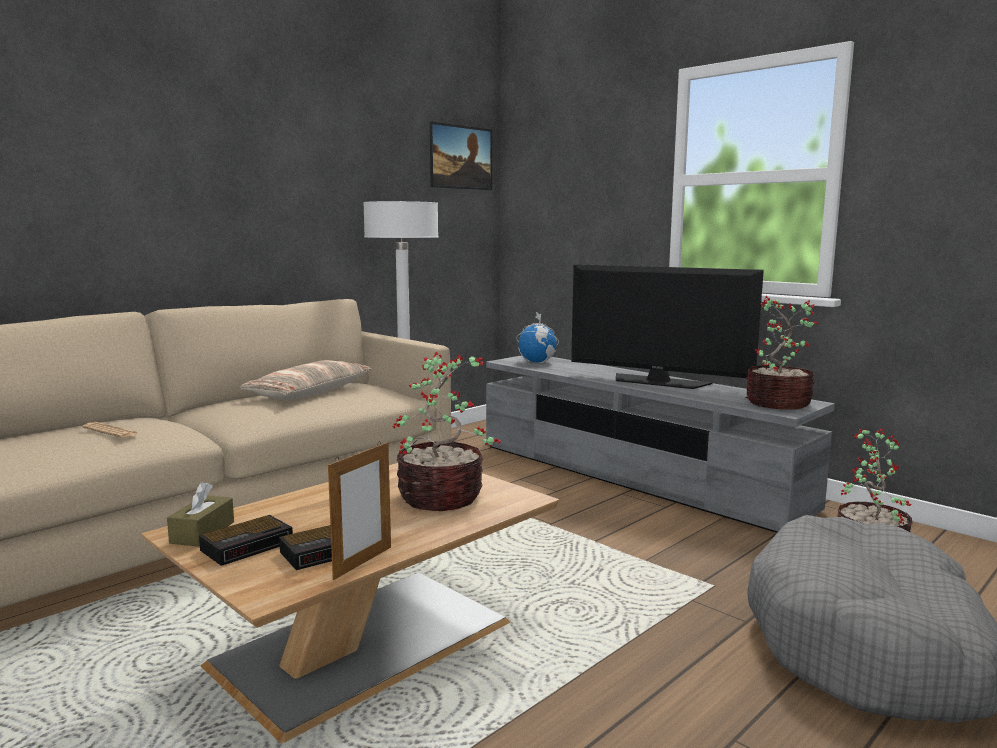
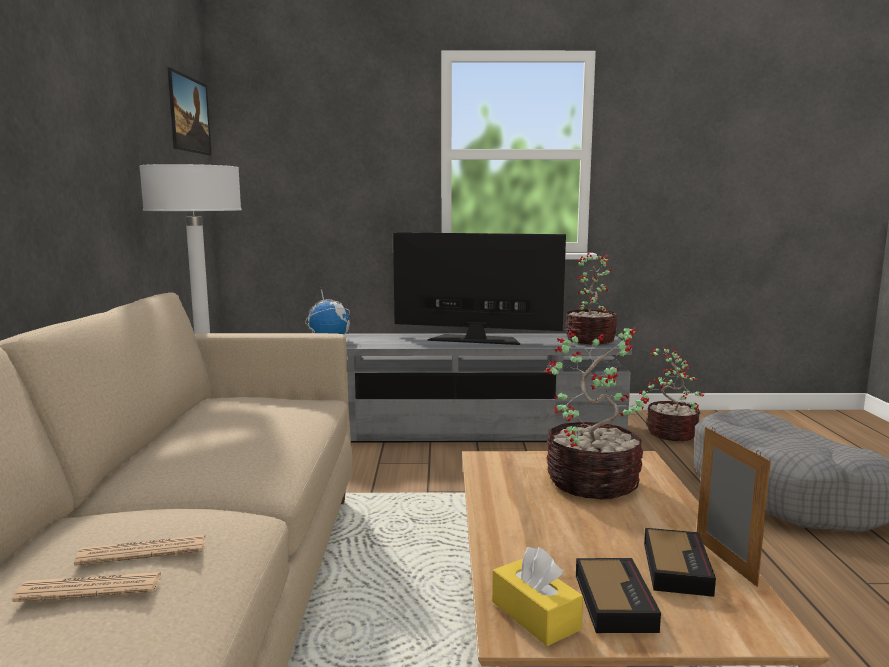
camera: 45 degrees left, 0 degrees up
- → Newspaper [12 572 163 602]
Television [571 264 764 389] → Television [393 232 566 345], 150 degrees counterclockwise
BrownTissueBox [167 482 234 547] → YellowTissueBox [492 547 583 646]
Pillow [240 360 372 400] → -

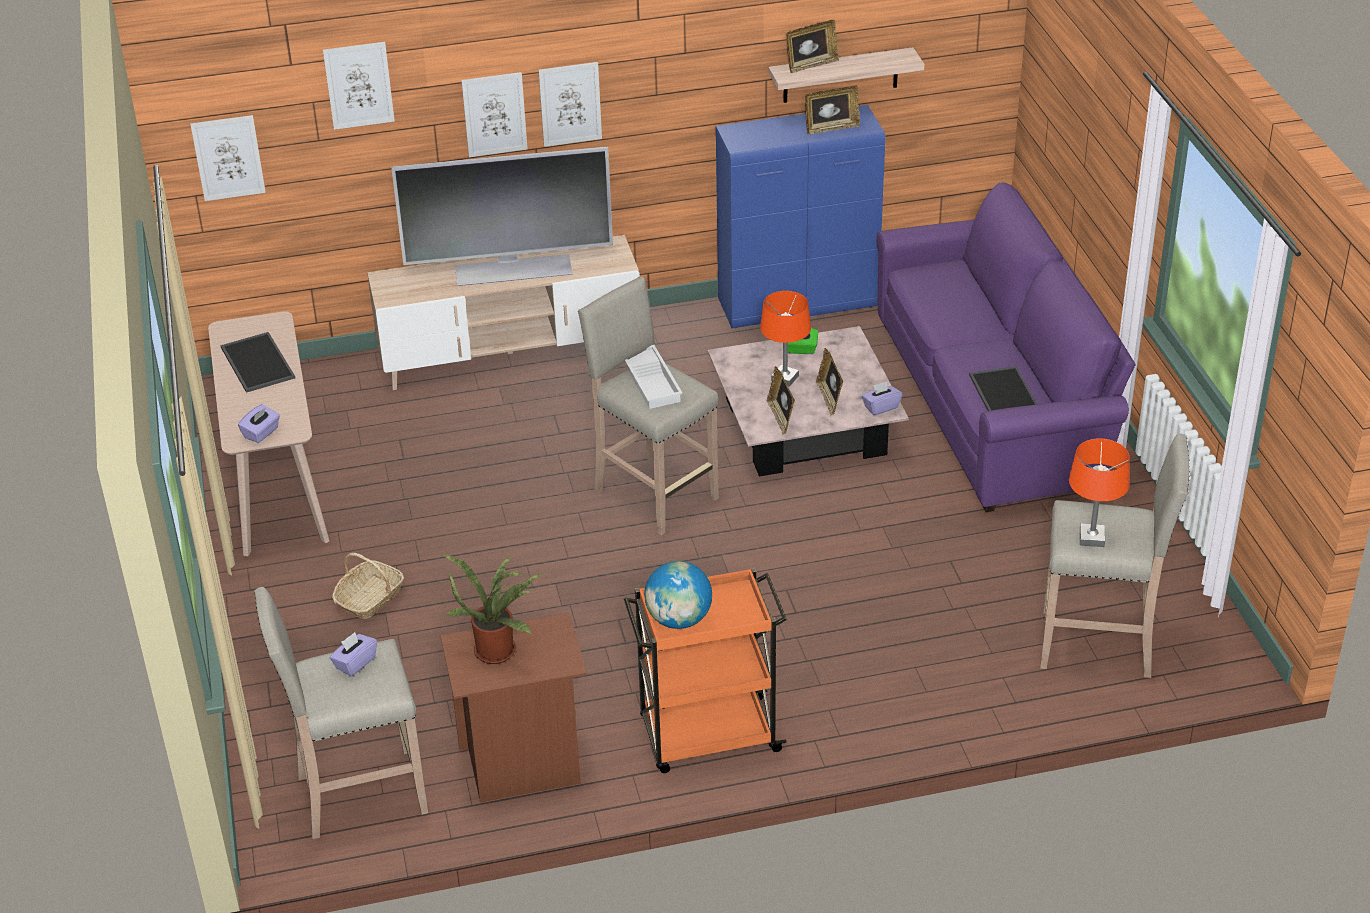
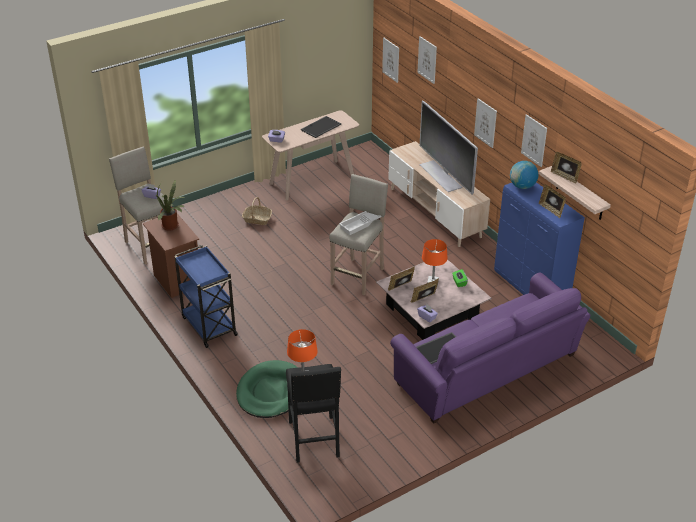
camera: 70 degrees right, 0 degrees up
OrangeCart [624 568 787 773] → BlueCart [175 245 238 348]
- → GreenDogBed [236 360 298 418]
BeigeStool [1040 433 1190 678] → BlackStool [286 364 341 463]
Globe [644 561 712 629] → Globe [510 161 538 189], move
Picture [461 72 528 157] → Picture [521 114 547 167], move

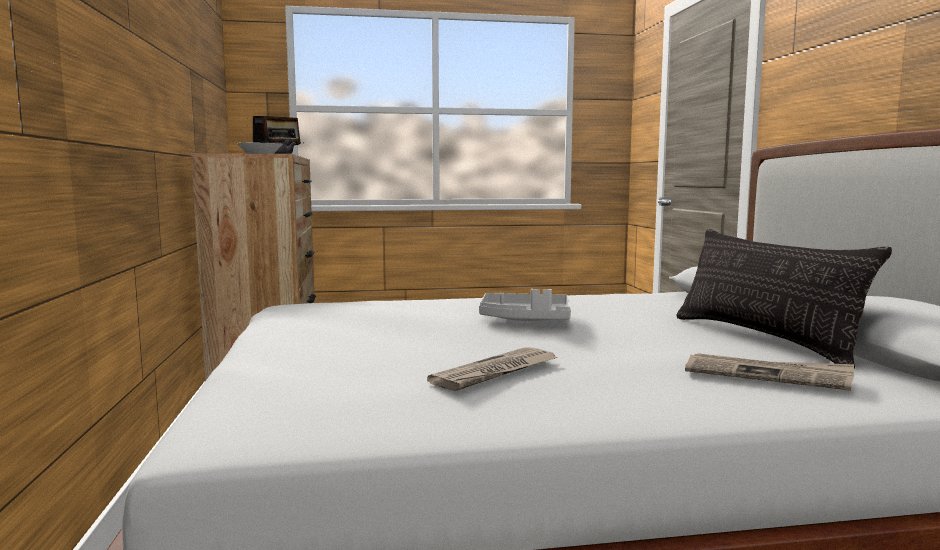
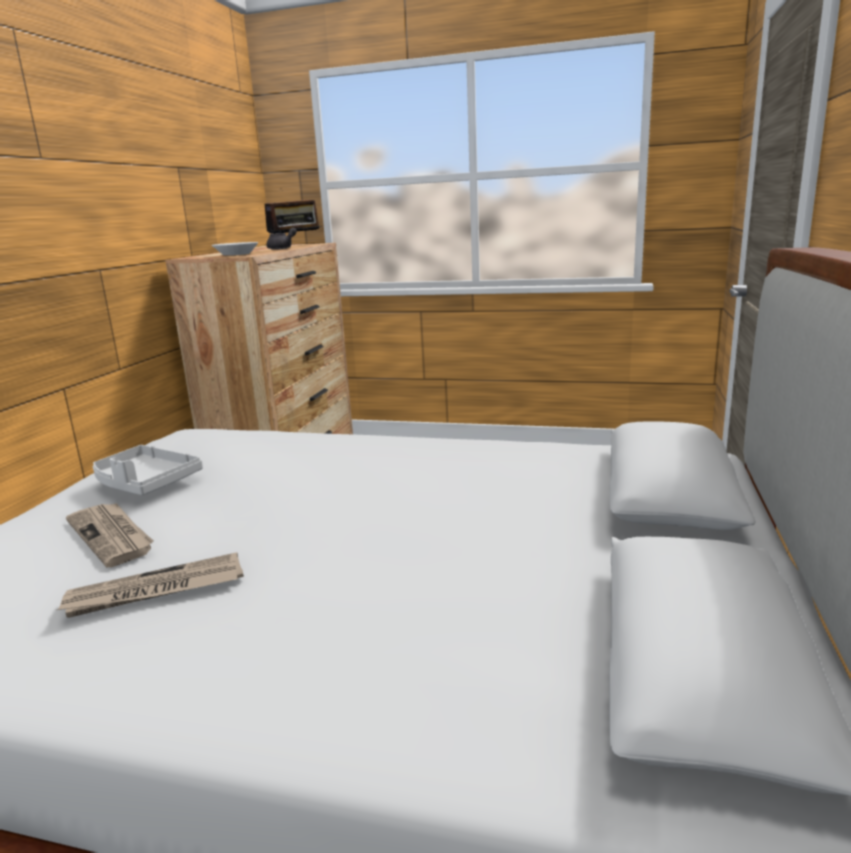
camera: 25 degrees right, 10 degrees up
Newspaper [685 353 854 391] → Newspaper [66 503 153 567], move
GreyTray [479 289 571 321] → GreyTray [93 445 203 495], move
Pillow [676 229 892 368] → -

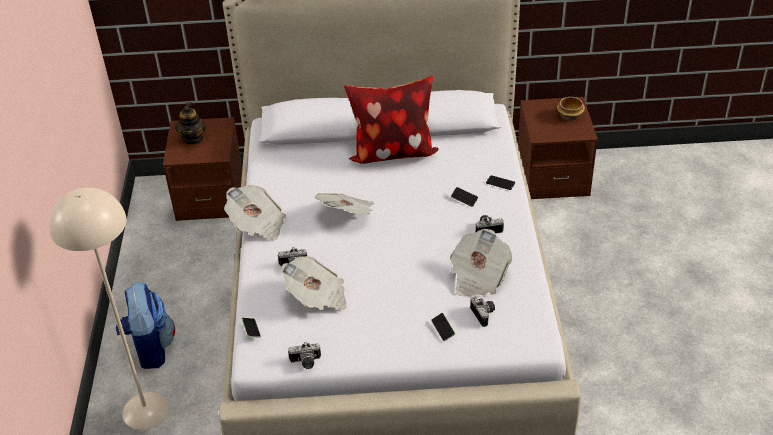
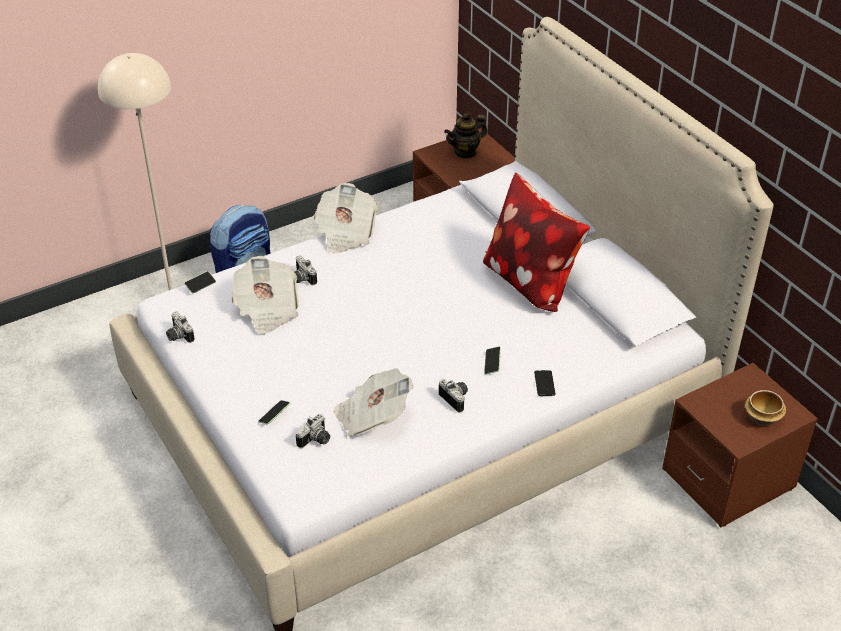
camera: 60 degrees right, 0 degrees up
Newspaper [315 193 374 214] → -

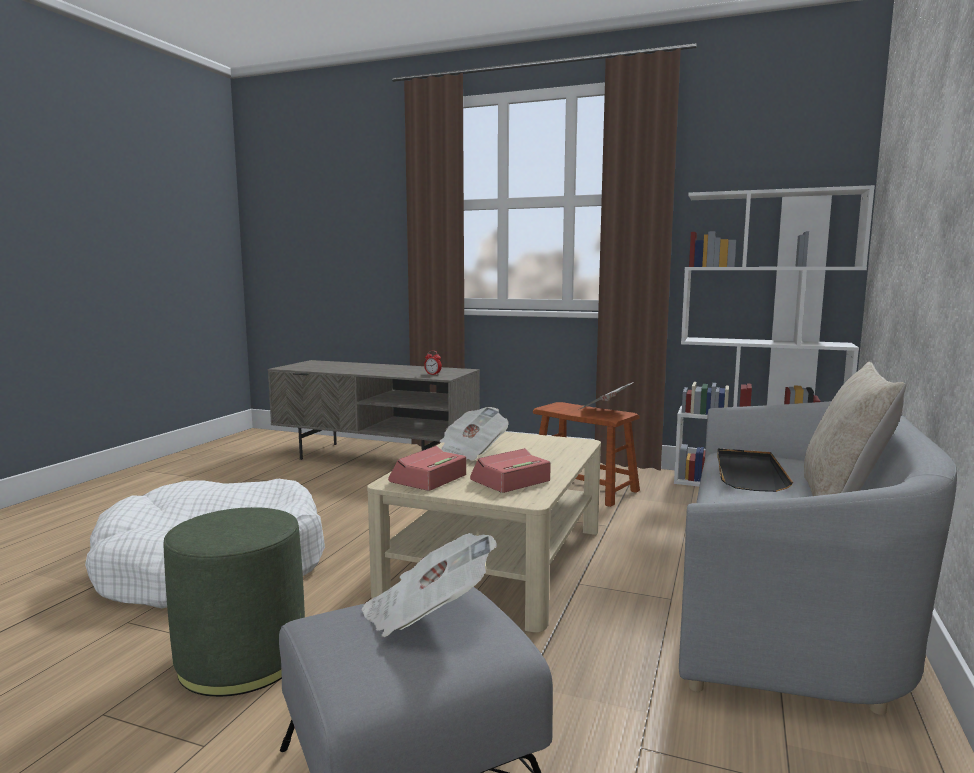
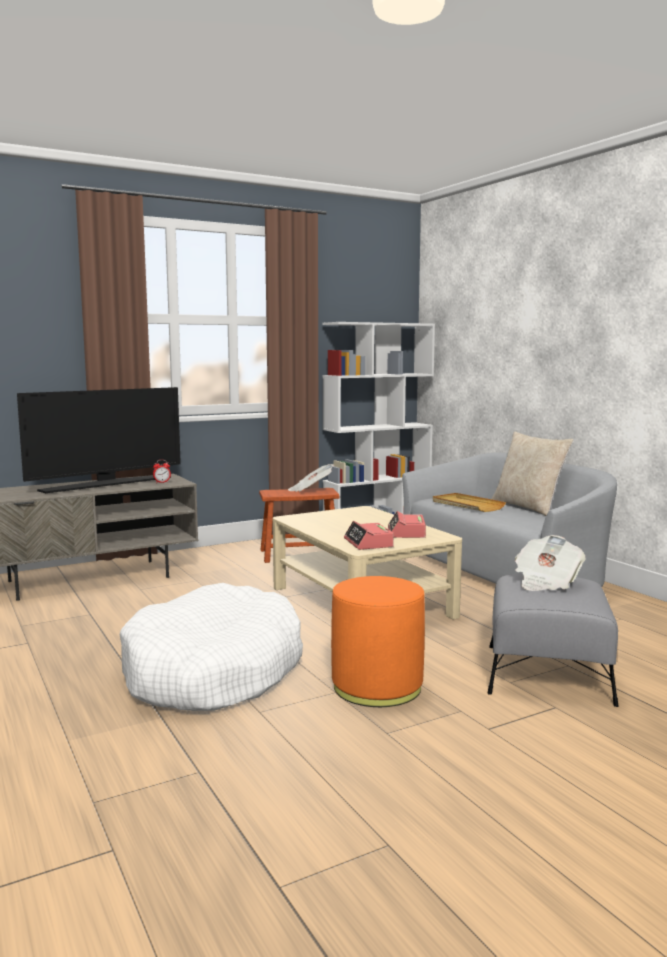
camera: 50 degrees left, 0 degrees up
- → Television [17 387 181 493]
GreenOttoman [163 507 305 697] → OrangeOttoman [331 576 425 707]
BlackTray [717 448 793 492] → BeigeTray [433 493 506 512]
Newspaper [439 407 508 461] → -

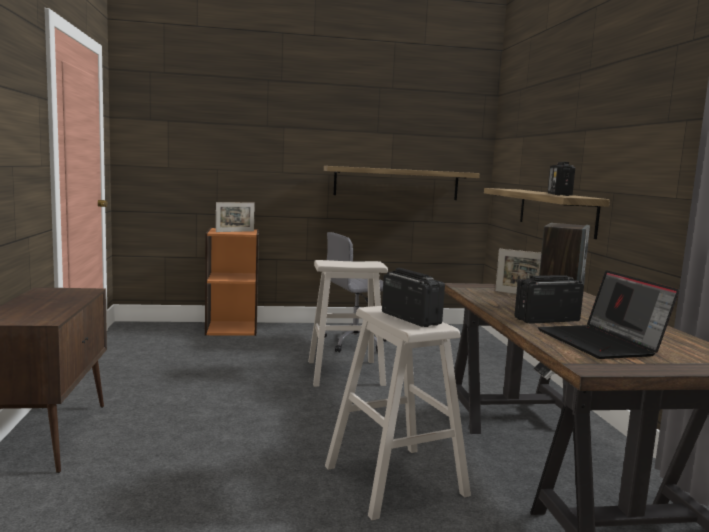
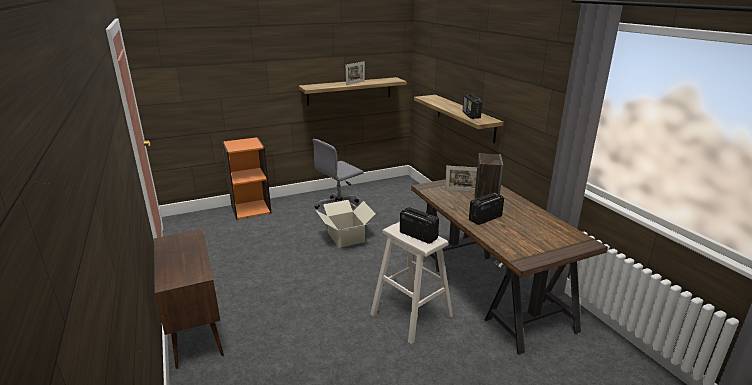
camera: 15 degrees left, 15 degrees up
BeigeStool [308 260 388 387] → CardboardBox [316 200 376 248]
PictureFrame [216 202 255 232] → PictureFrame [346 61 365 85], move
Laptop [538 270 679 359] → -

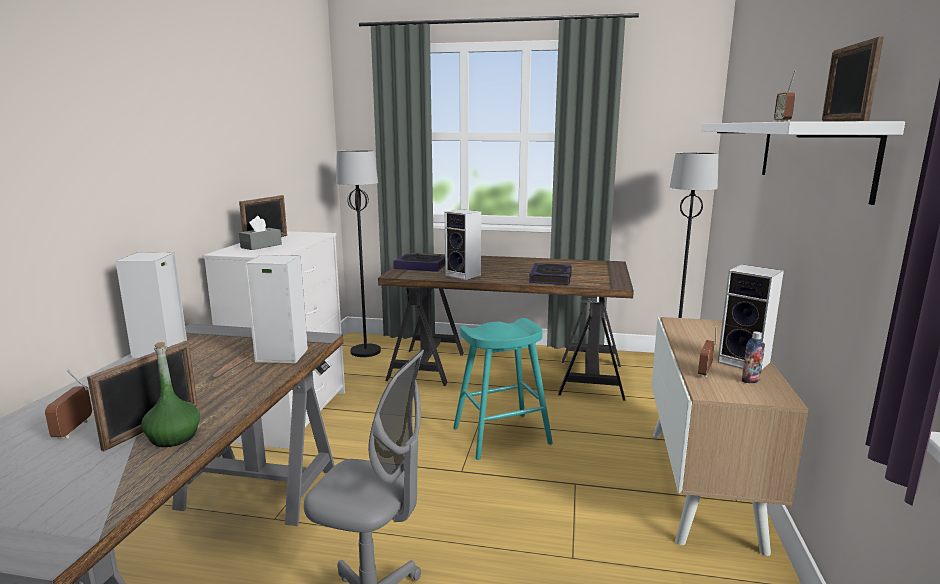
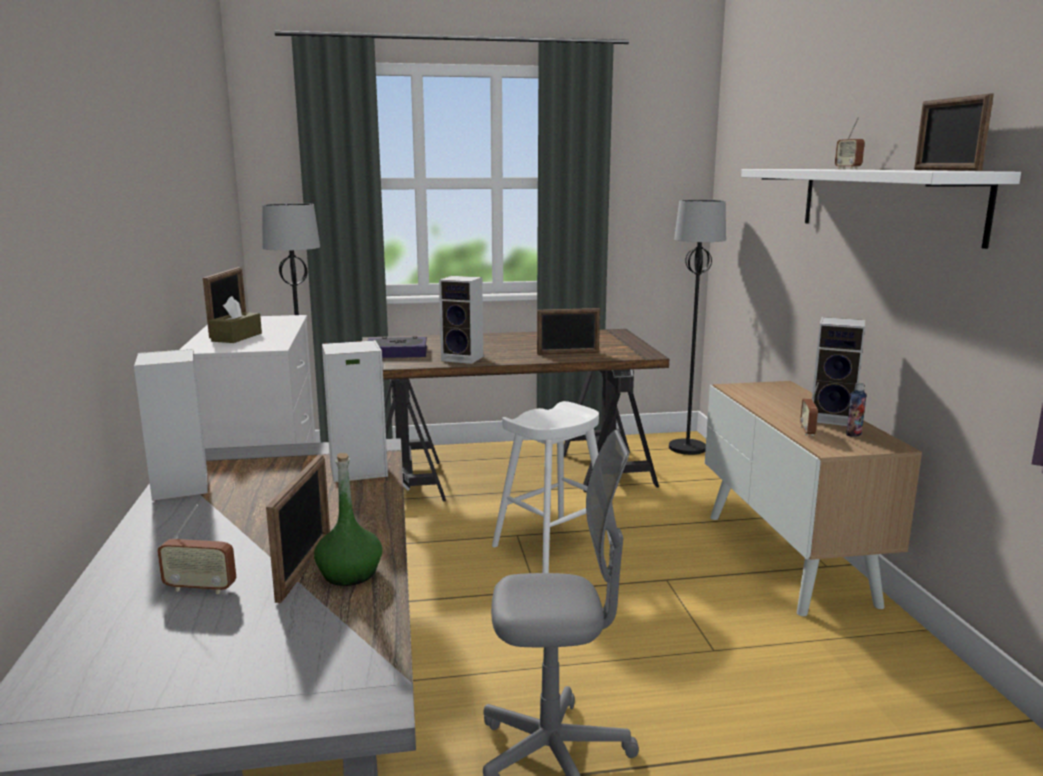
camera: 20 degrees left, 0 degrees up
Radio [45 369 92 439] → Radio [157 504 236 595], 60 degrees counterclockwise
GreyTissueBox [239 216 282 250] → BrownTissueBox [209 296 262 343]
TurquoiseStool [453 318 553 460] → WhiteStool [492 401 611 573]
Book [529 263 572 285] → PictureFrame [537 308 600 355]

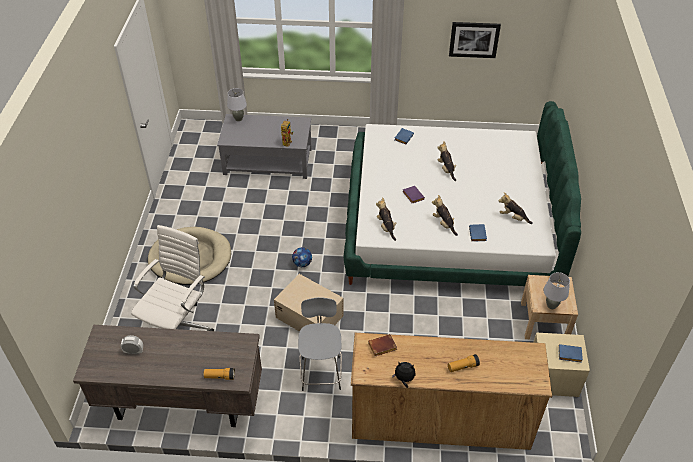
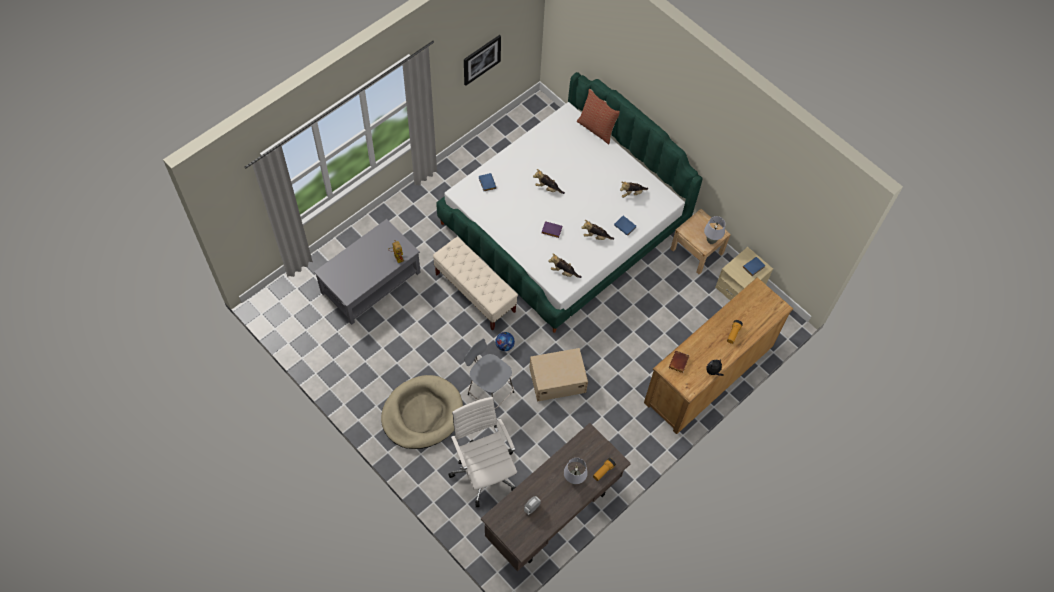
camera: 50 degrees left, 15 degrees up
- → BeigeBench [433 237 518 331]
GreyStool [298 297 342 391] → GreyStool [464 338 514 409], move
GreyTableLamp [227 88 247 121] → GreyTableLamp [564 458 588 484], move
- → Pillow [577 89 620 144]

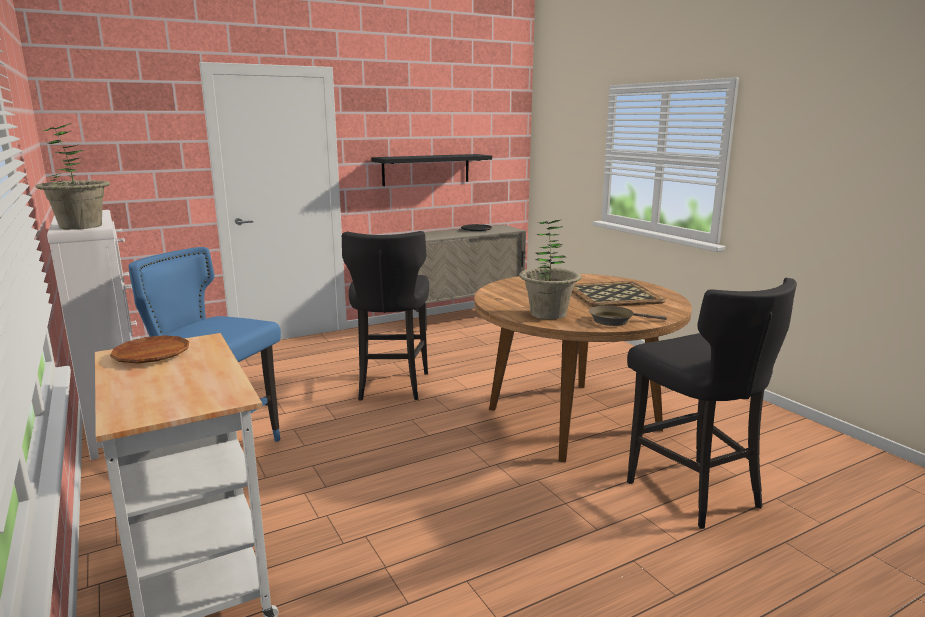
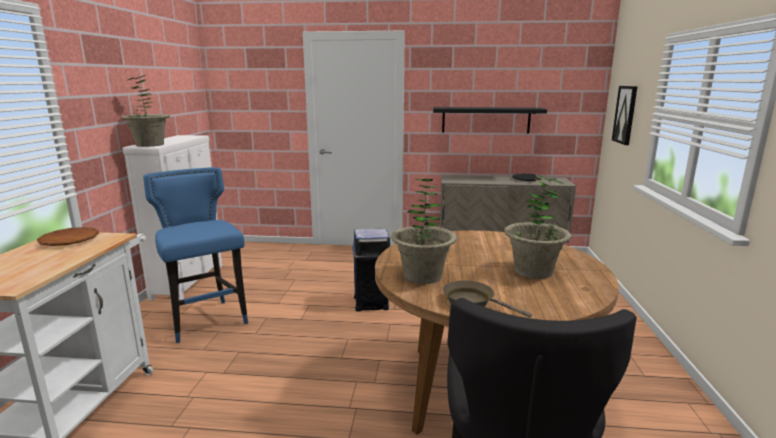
camera: 35 degrees right, 0 degrees up
BlackStool [342 231 429 401] → BlueTrashCan [352 229 390 312]
Tray [572 281 665 307] → PottedPlant [504 174 572 279]
- → Picture [612 86 638 145]

